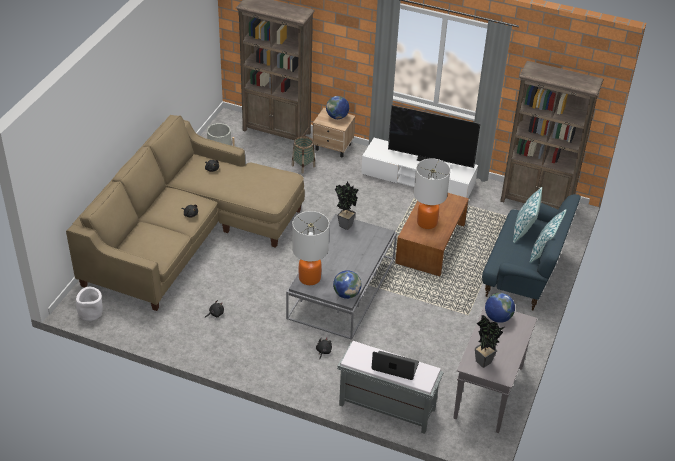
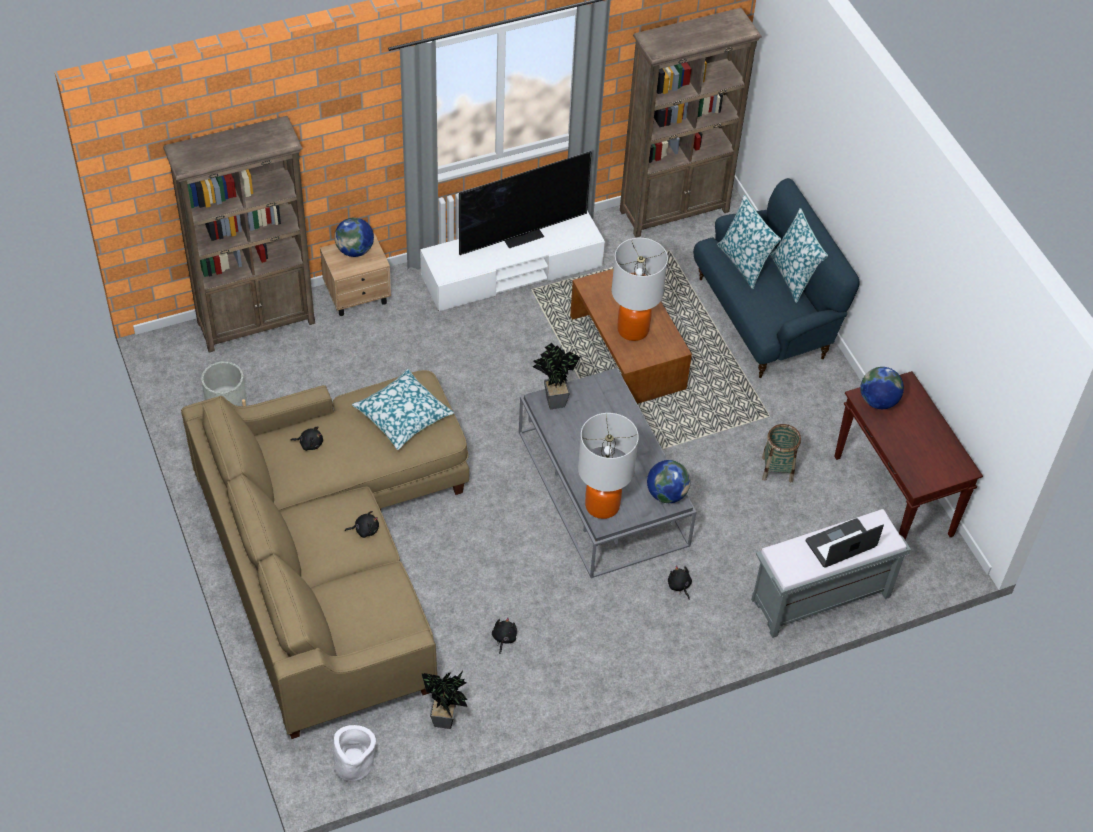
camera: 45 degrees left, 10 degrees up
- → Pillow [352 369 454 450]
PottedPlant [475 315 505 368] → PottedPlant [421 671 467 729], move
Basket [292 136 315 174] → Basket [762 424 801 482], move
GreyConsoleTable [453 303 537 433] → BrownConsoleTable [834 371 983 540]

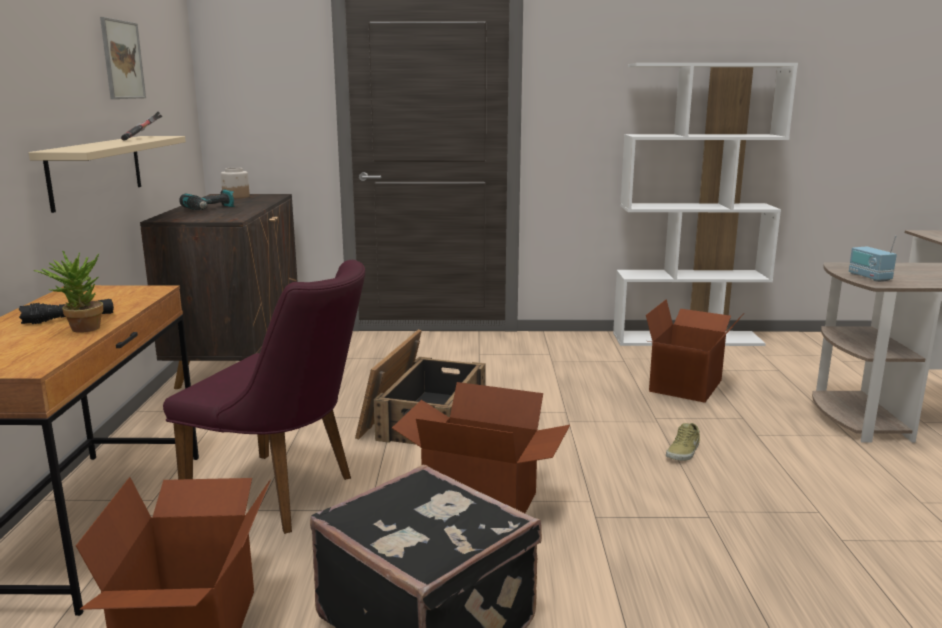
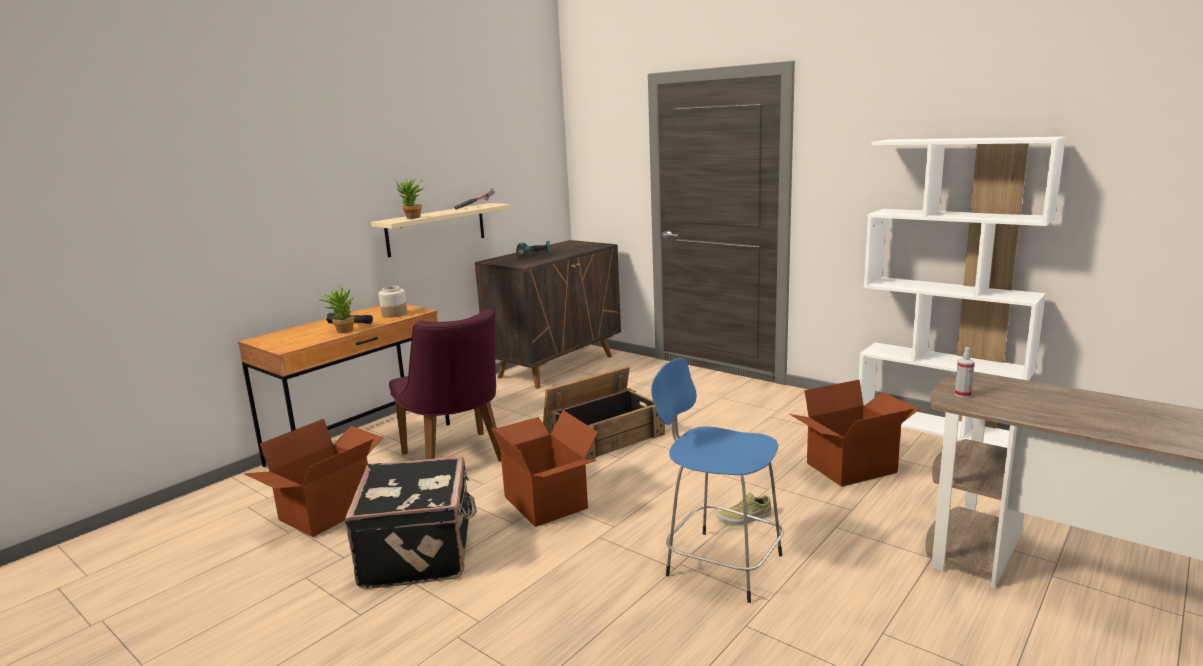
camera: 40 degrees right, 0 degrees up
Jar [221 167 250 199] → Jar [379 286 407 318], move
- → PottedPlant [395 179 424 219]
- → BlueStool [651 358 784 603]
Radio [849 236 897 282] → SprayBottle [955 347 975 398]
Picture [100 17 146 99] → -

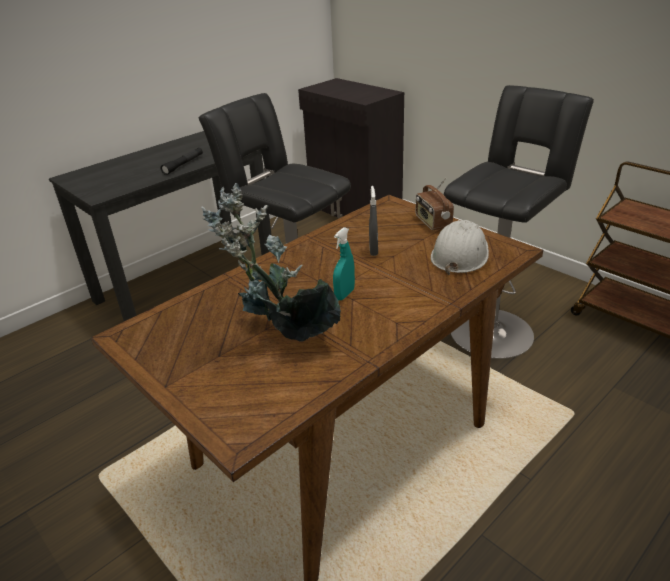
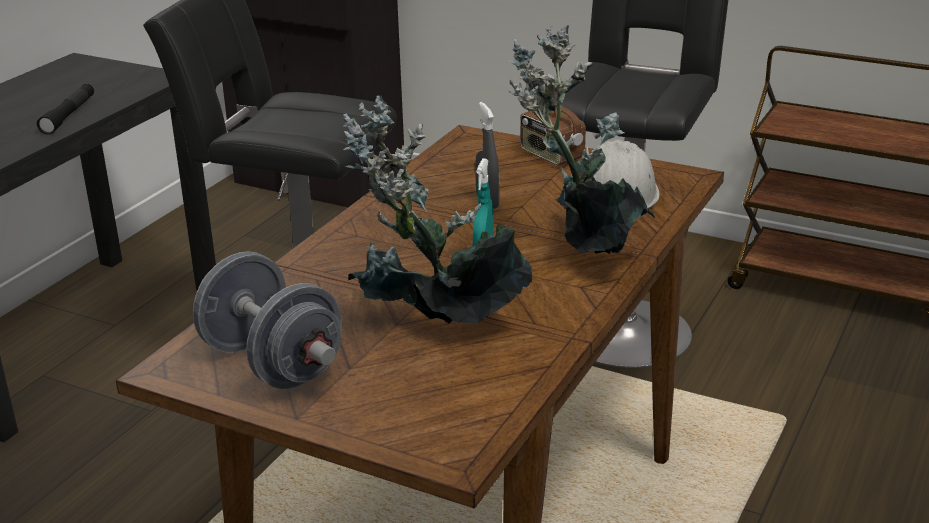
camera: 20 degrees left, 5 degrees down
- → GreyDumbbell [193 251 342 389]
- → PottedPlant [509 25 655 254]

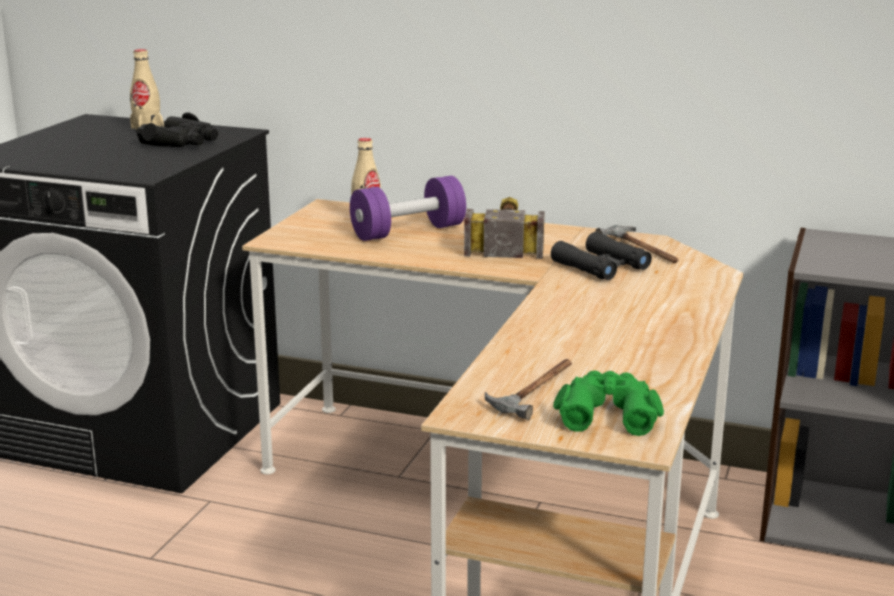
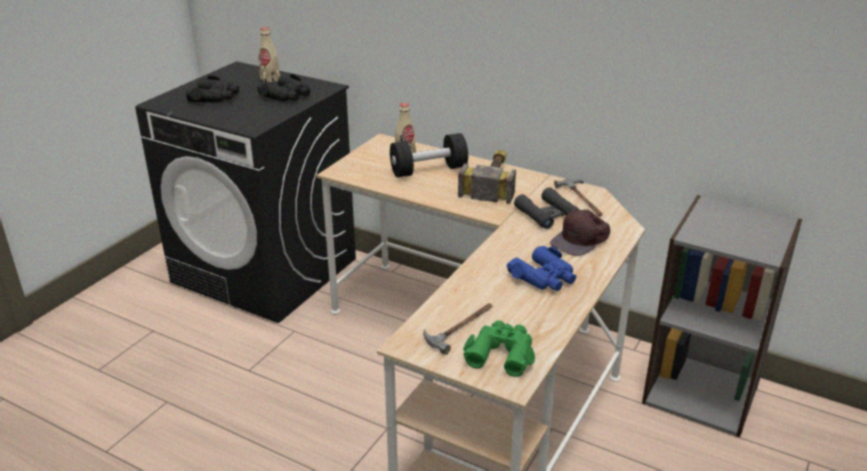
camera: 10 degrees right, 10 degrees up
- → BlackBinoculars [185 75 239 102]
PurpleDumbbell [350 176 466 241] → BlackDumbbell [390 133 468 178]
- → BlueBinoculars [507 246 576 291]
- → BrownCap [550 209 610 256]

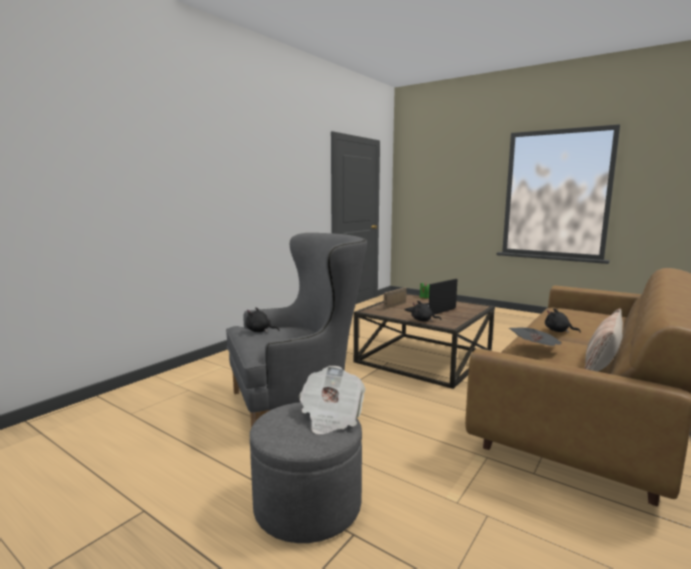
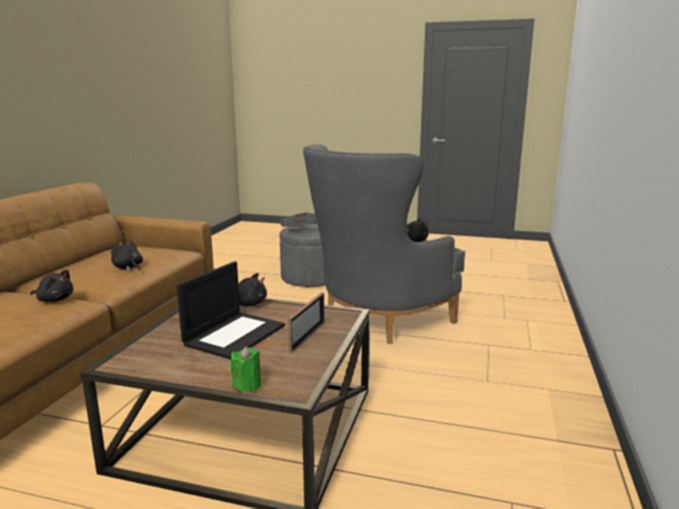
camera: 160 degrees right, 5 degrees up
Newspaper [508 328 562 346] → BlackPlushToy [111 240 143 271]
Pillow [584 308 623 372] → -

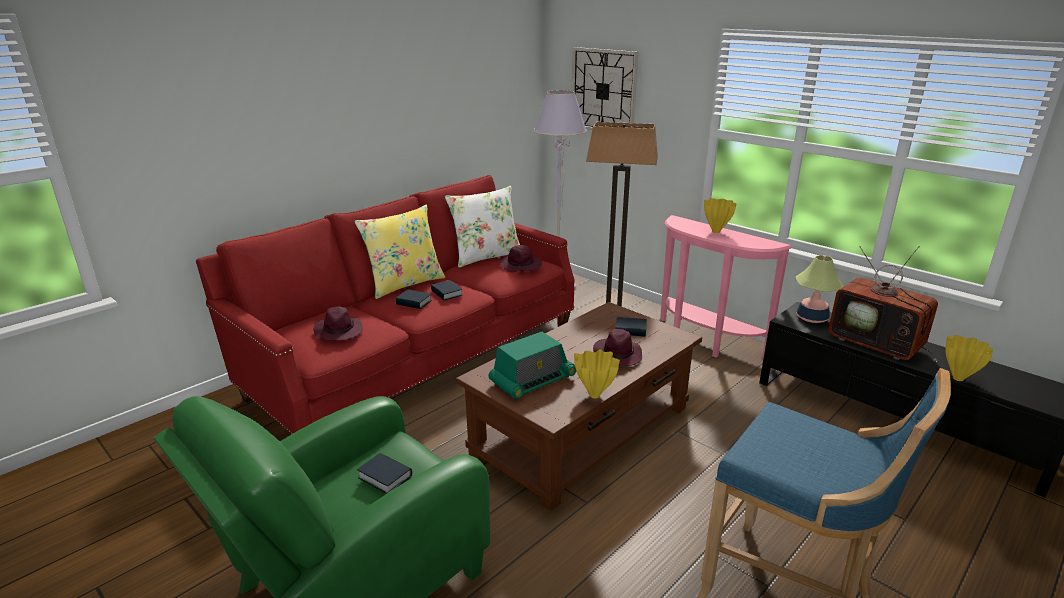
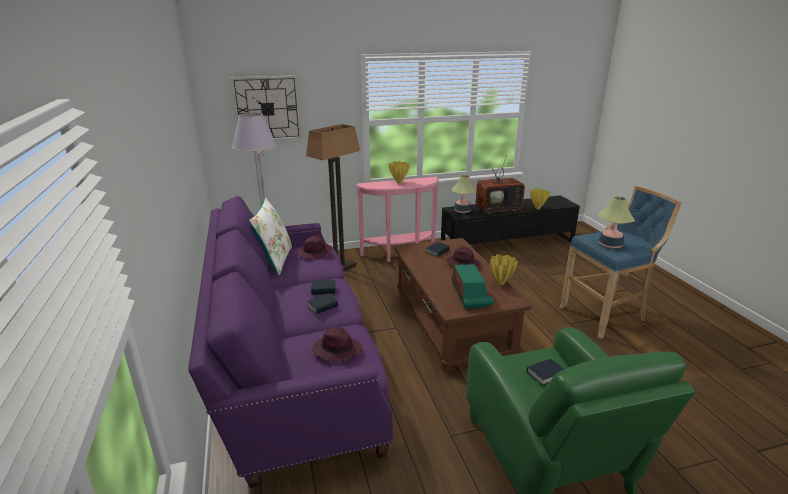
camera: 60 degrees left, 0 degrees up
RedSofa [196 175 575 434] → PurpleSofa [188 196 393 488]
- → TableLamp [598 196 635 248]
YellowPillow [354 205 446 299] → -

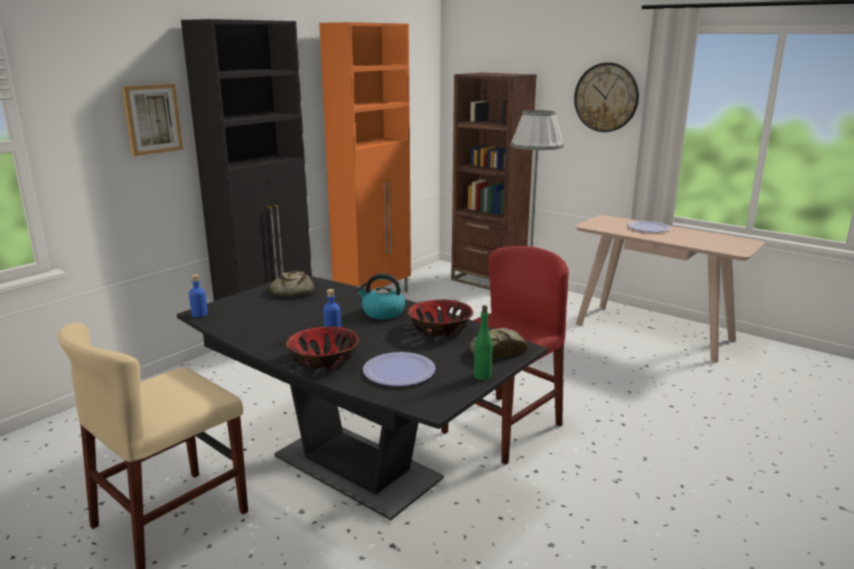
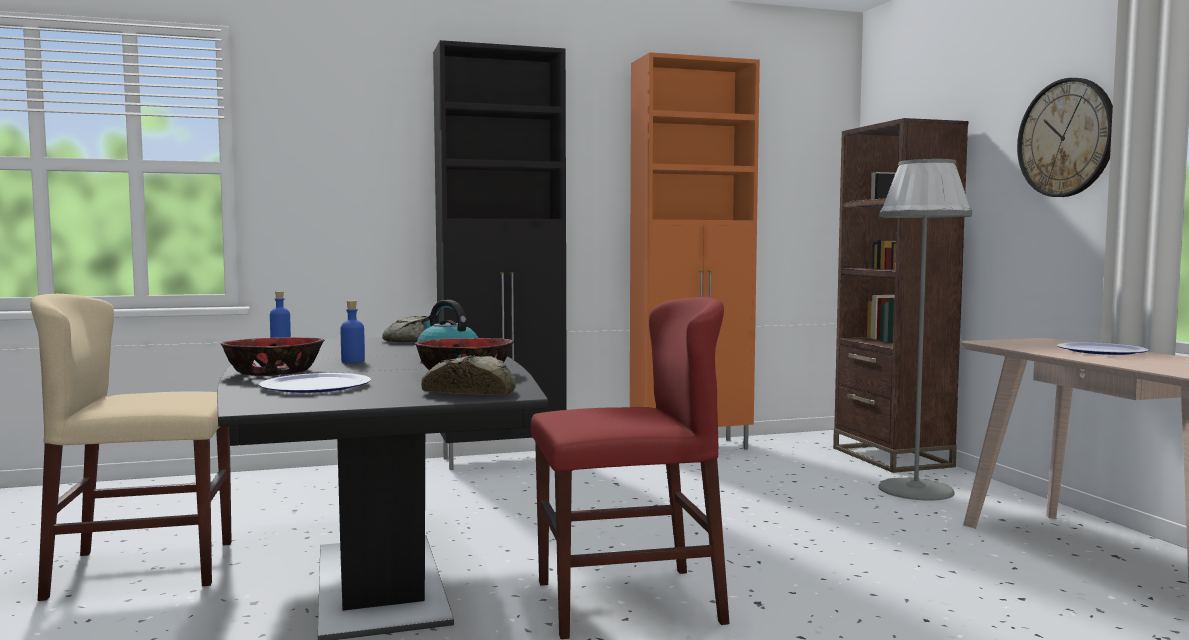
camera: 35 degrees right, 15 degrees down
Picture [121 84 183 156] → -
GreenBottle [474 305 493 380] → -

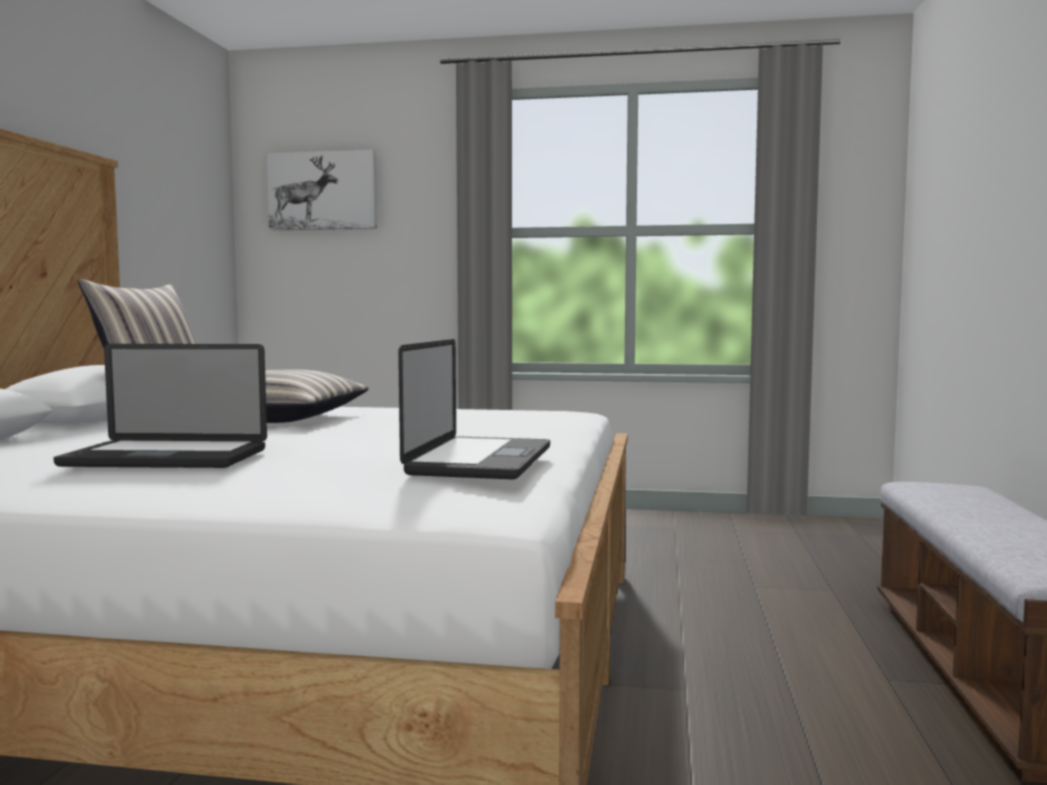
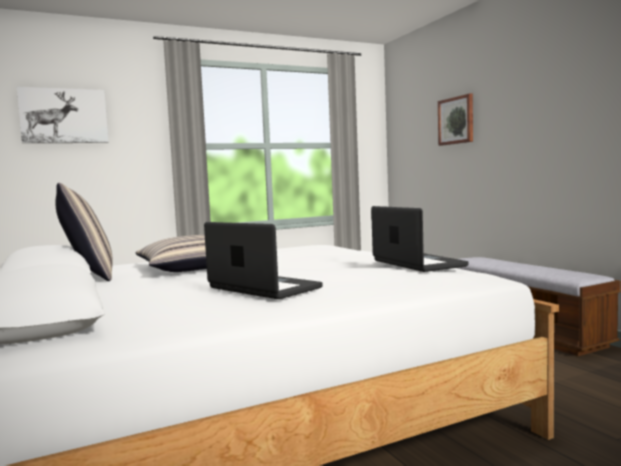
camera: 35 degrees left, 0 degrees up
Laptop [54 344 267 468] → Laptop [204 222 323 299], 105 degrees counterclockwise
- → Picture [438 93 473 146]

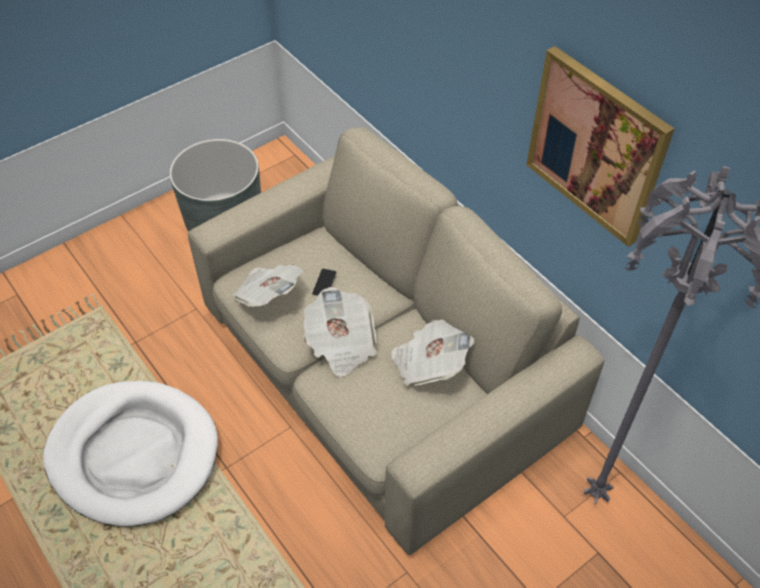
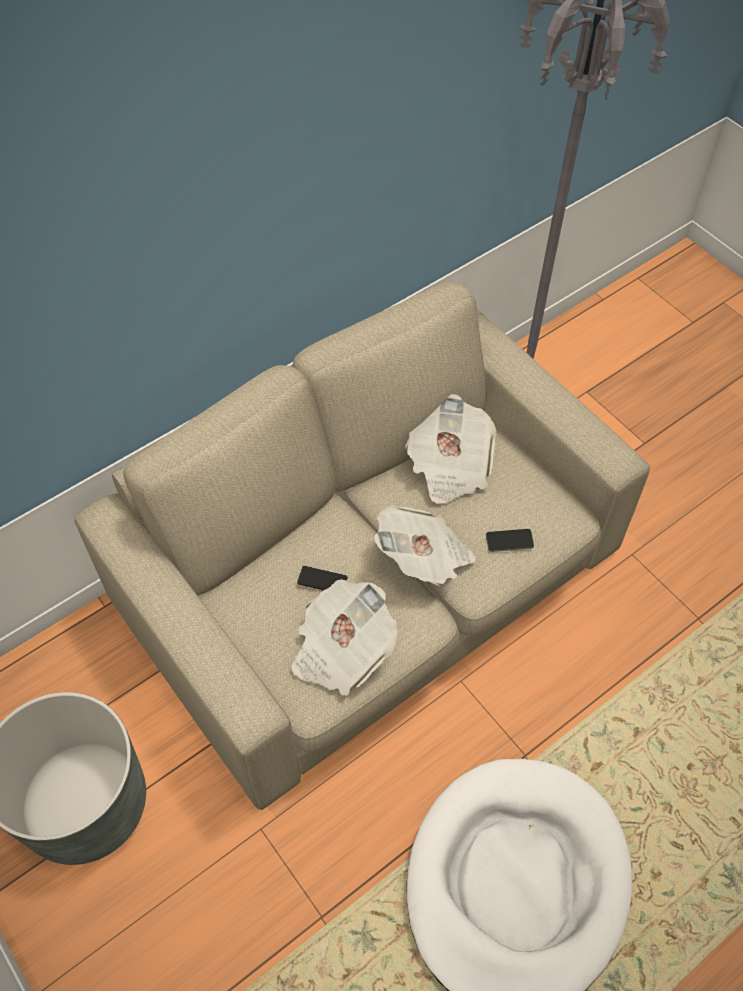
camera: 90 degrees left, 5 degrees up
- → Phone [486 529 534 552]
Picture [526 46 675 247] → -

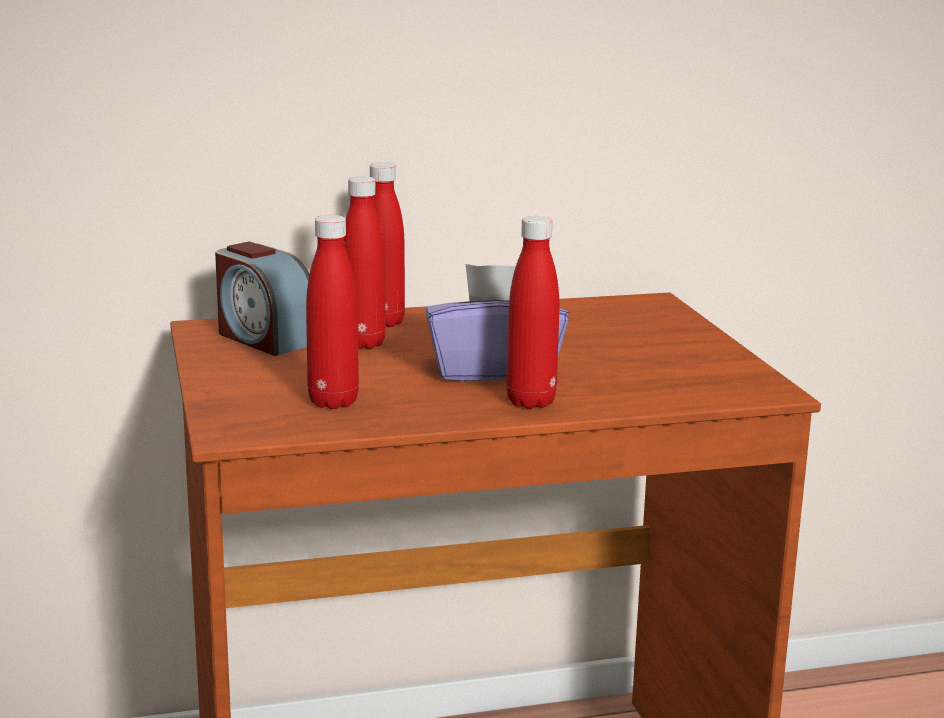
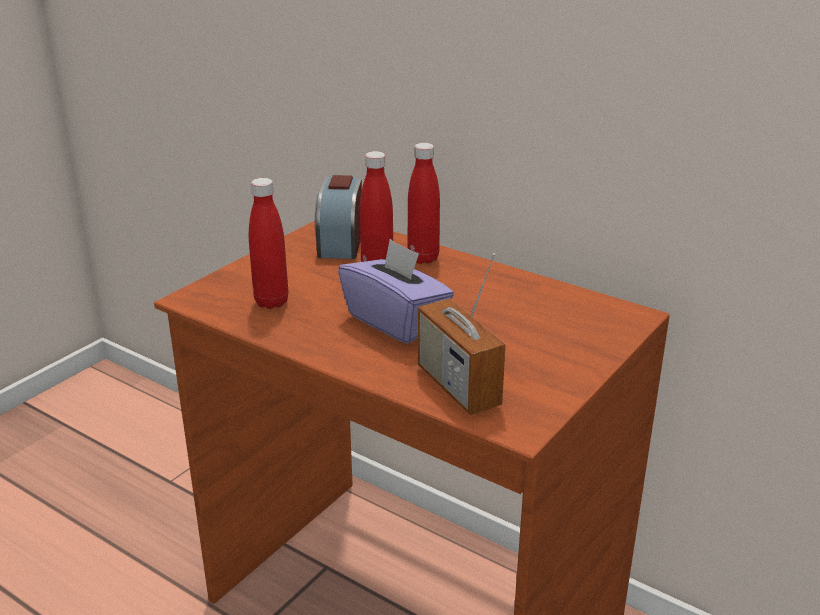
camera: 50 degrees right, 10 degrees up
- → Radio [418 253 506 415]
RedBottle [506 216 559 409] → -

